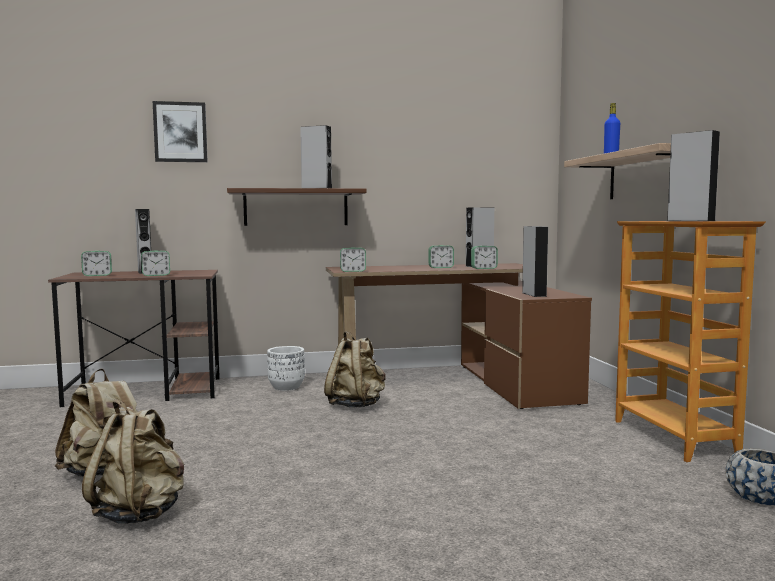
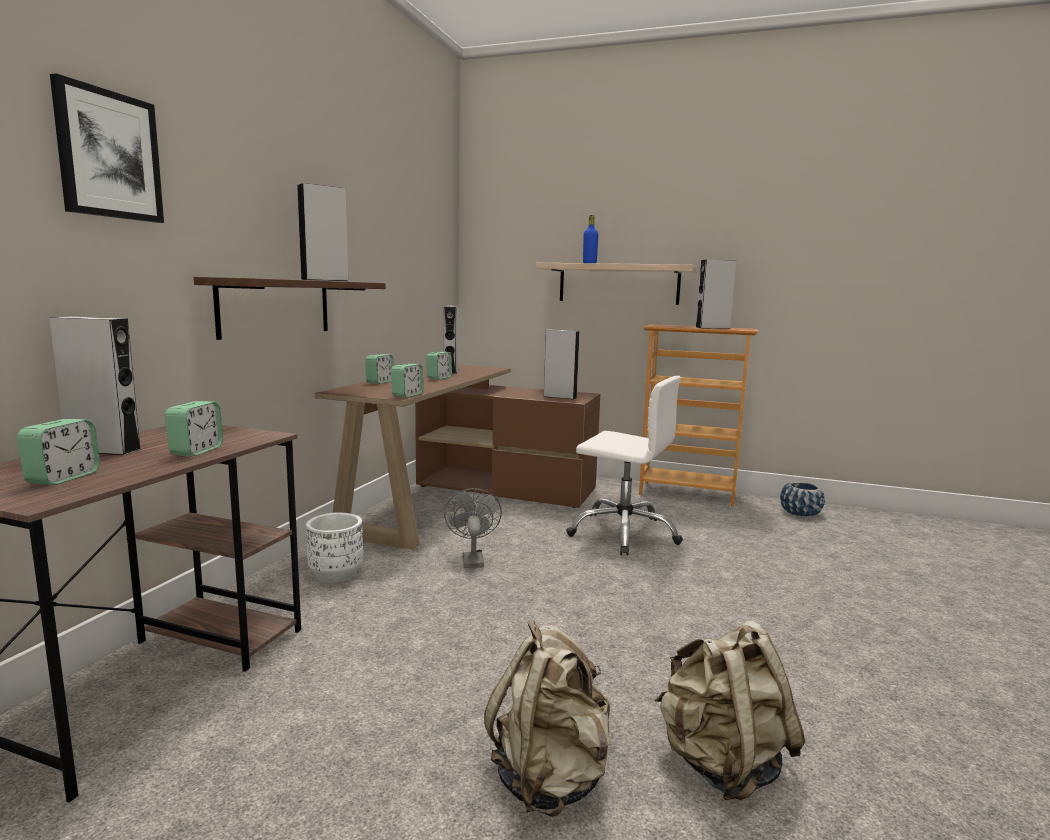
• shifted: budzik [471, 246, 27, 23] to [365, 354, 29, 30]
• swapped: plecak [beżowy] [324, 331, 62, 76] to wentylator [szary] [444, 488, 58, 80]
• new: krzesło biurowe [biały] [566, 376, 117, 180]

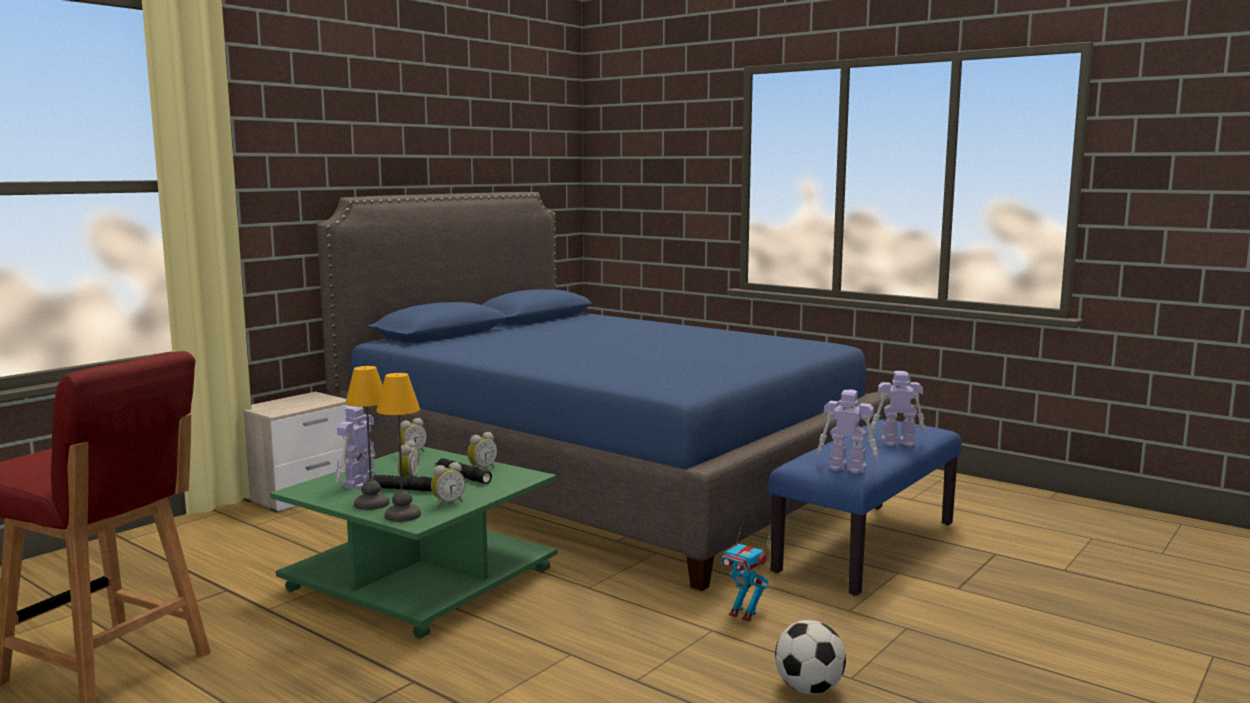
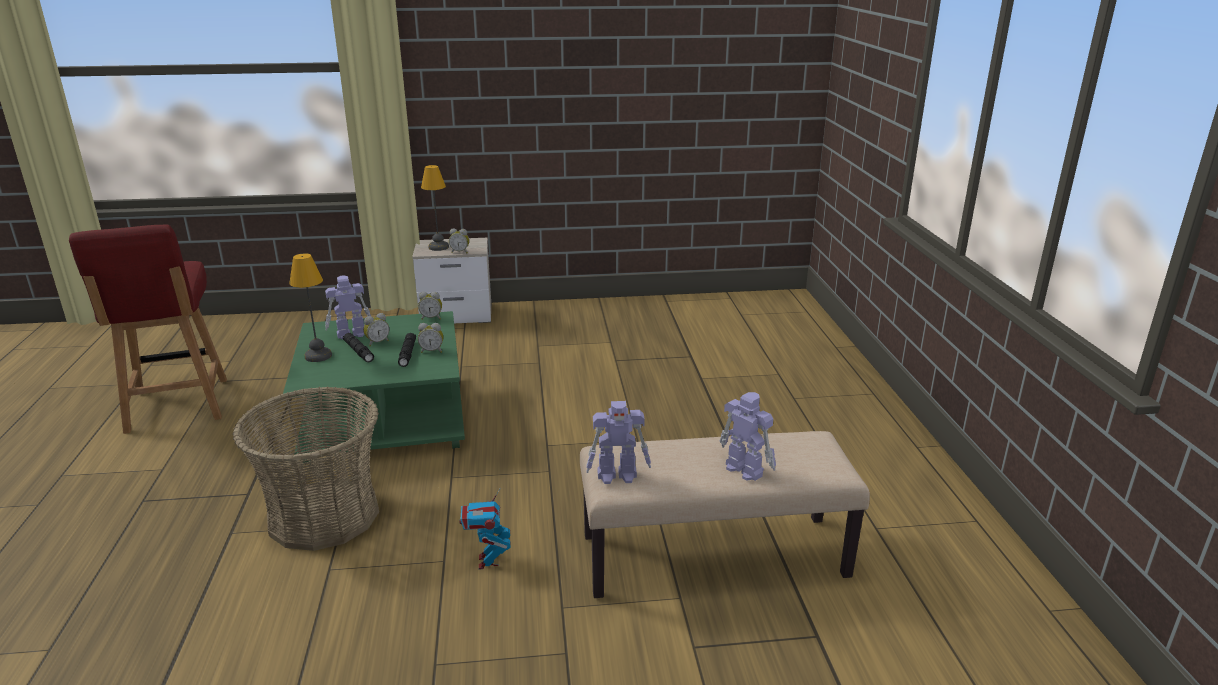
• new: koszyk [232, 386, 147, 165]
• shifted: lampa stołowa [376, 373, 45, 149] to [421, 165, 28, 86]
• shifted: budzik [431, 462, 34, 45] to [449, 228, 20, 25]
• repainted: ławka [niebieski] [768, 420, 194, 176] to ławka [beżowy] [580, 431, 290, 167]
• rotated: robot zabawkowy [817, 390, 62, 83] = [586, 401, 65, 83] 105 degrees clockwise
• gone: łóżko [niebieski] [317, 192, 573, 399]
• gone: piłka futbolowa [775, 620, 71, 74]

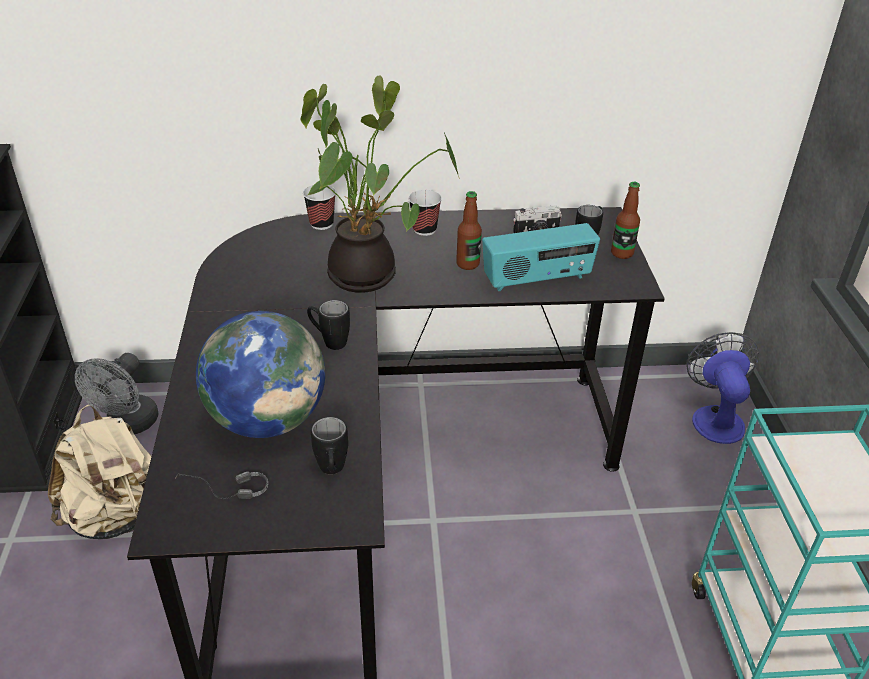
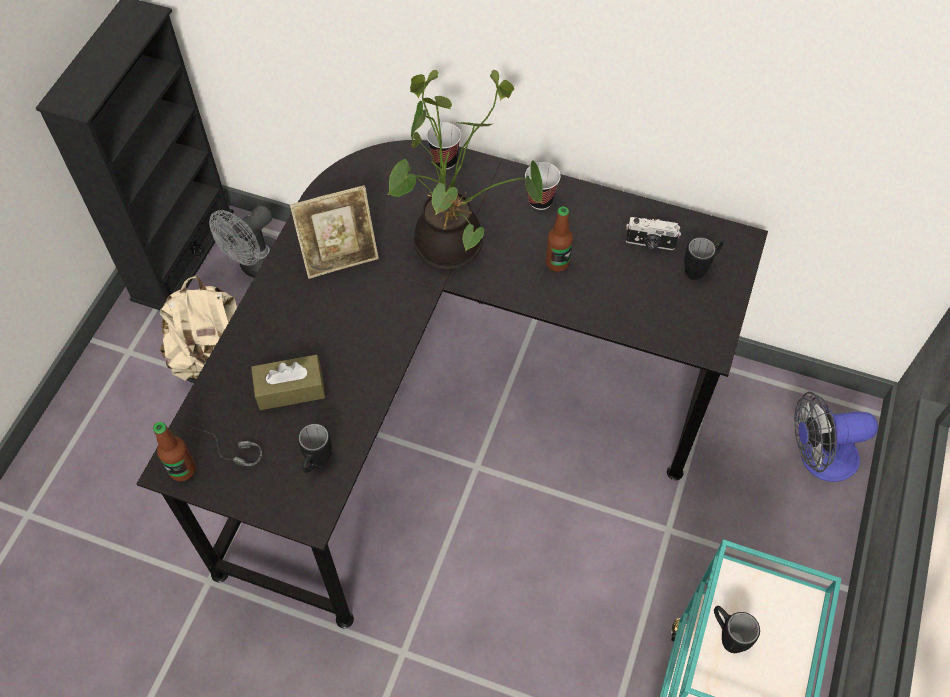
• shifted: butelka [611, 182, 29, 77] to [153, 422, 43, 59]
• swapped: globus [196, 311, 129, 127] to pudełko chusteczek [brązowy] [251, 355, 75, 55]
• new: ramka na zdjęcie [290, 185, 89, 94]
• shifted: kubek [czarny] [307, 300, 43, 50] to [714, 606, 46, 47]
• rotated: wentylator [686, 332, 74, 112] = [794, 392, 84, 90] 120 degrees counterclockwise
• gone: radio [482, 223, 118, 68]

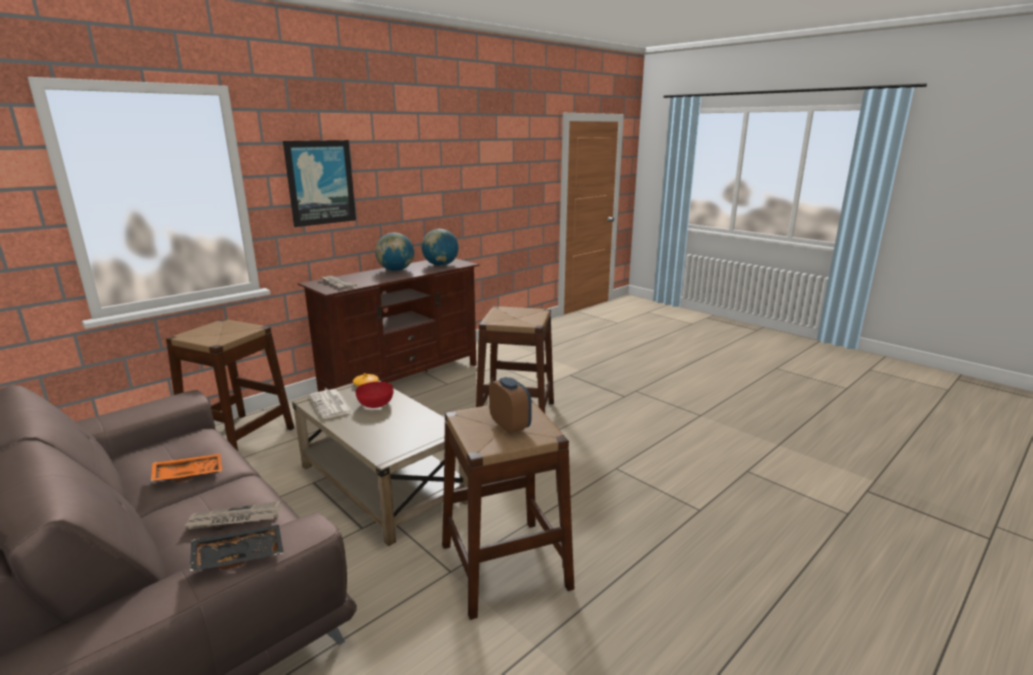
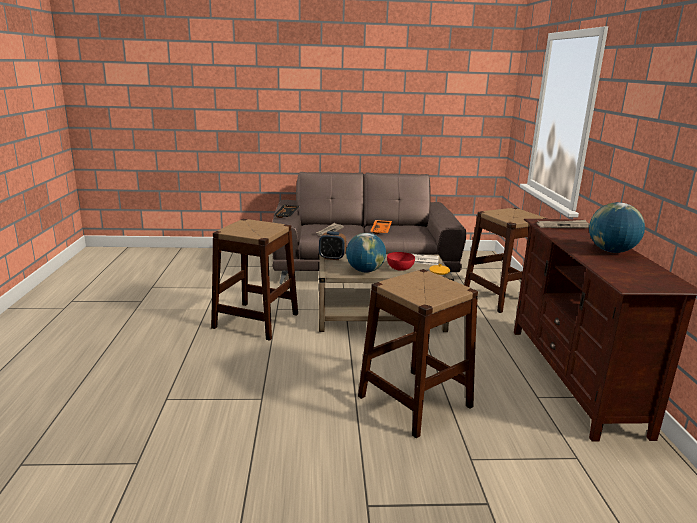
• shifted: budzik [489, 377, 43, 57] to [319, 231, 27, 29]
• shifted: globus [422, 229, 37, 37] to [346, 233, 40, 39]
• gone: obraz [283, 140, 73, 87]

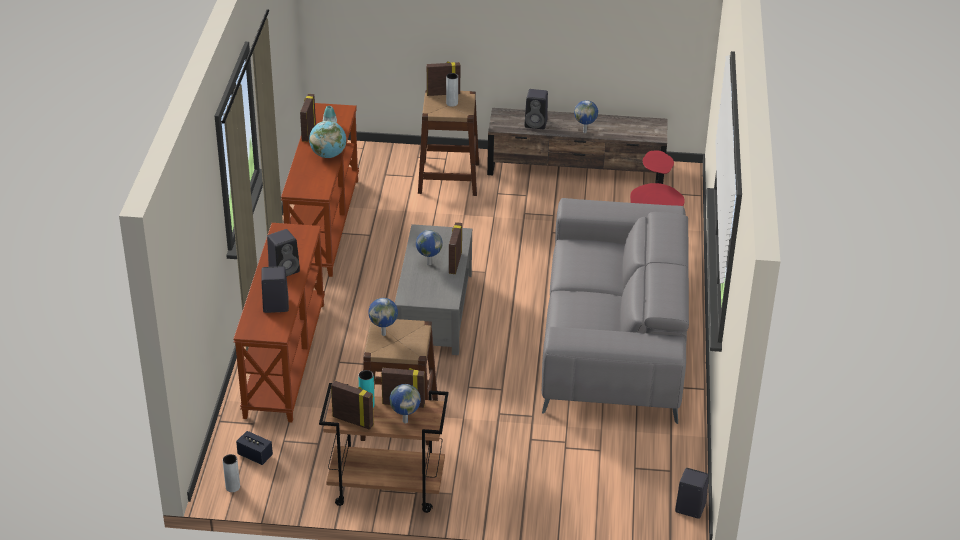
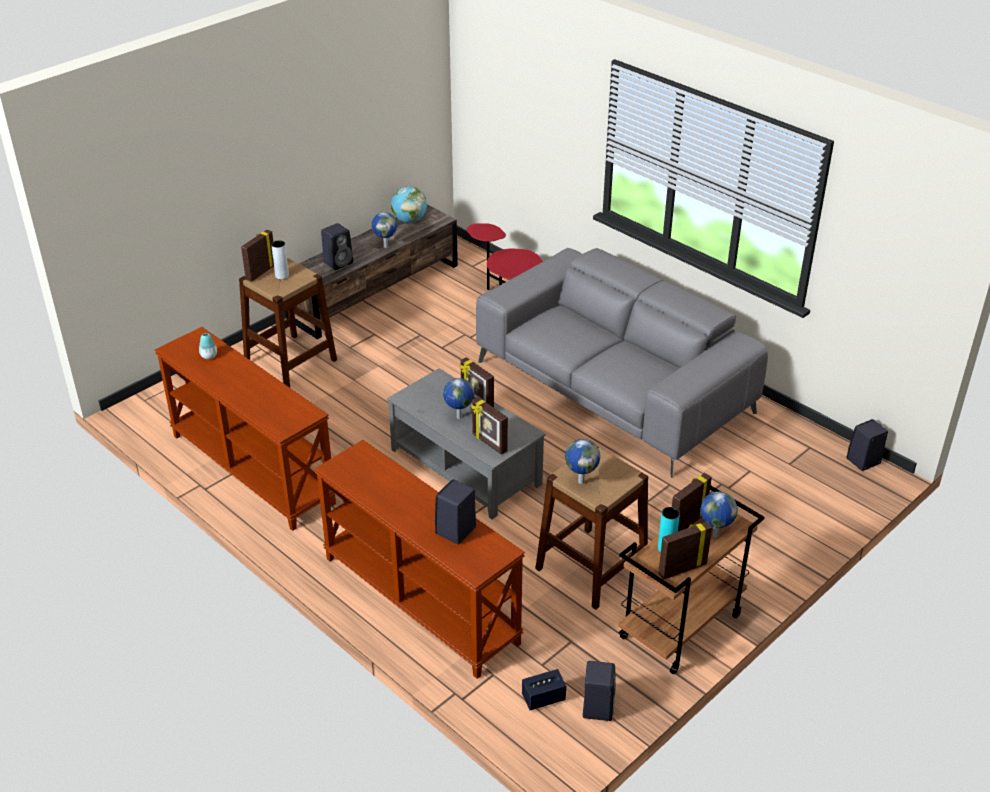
• shifted: globus [309, 121, 37, 37] to [391, 186, 36, 37]
• shifted: ramka na zdjęcie [300, 94, 16, 48] to [471, 397, 37, 58]
• shifted: głośnik [czarny] [267, 229, 33, 48] to [583, 661, 33, 60]
• gone: wazon [szary] [223, 454, 17, 38]

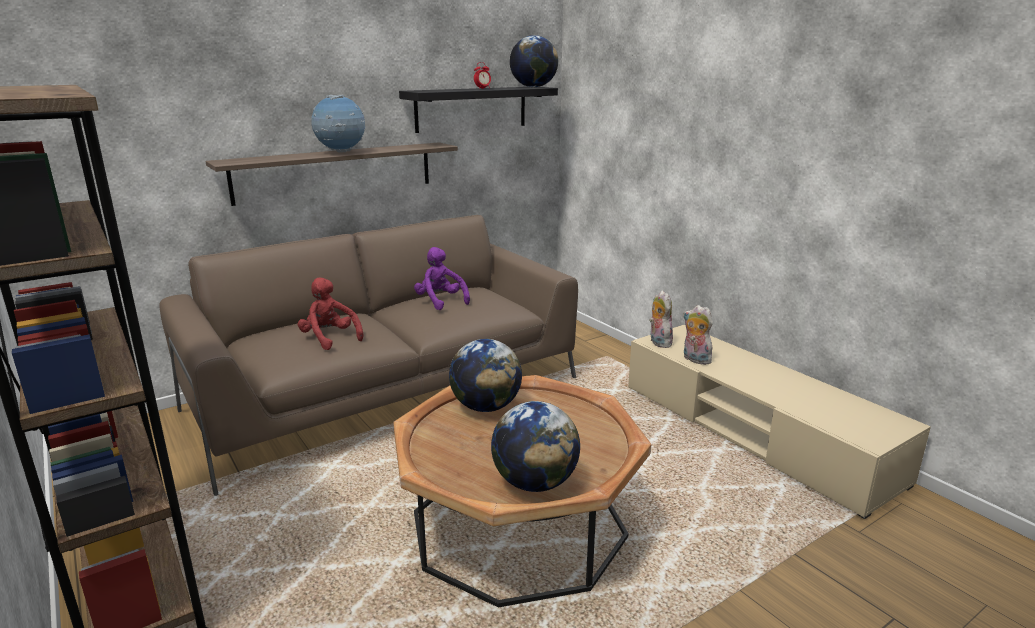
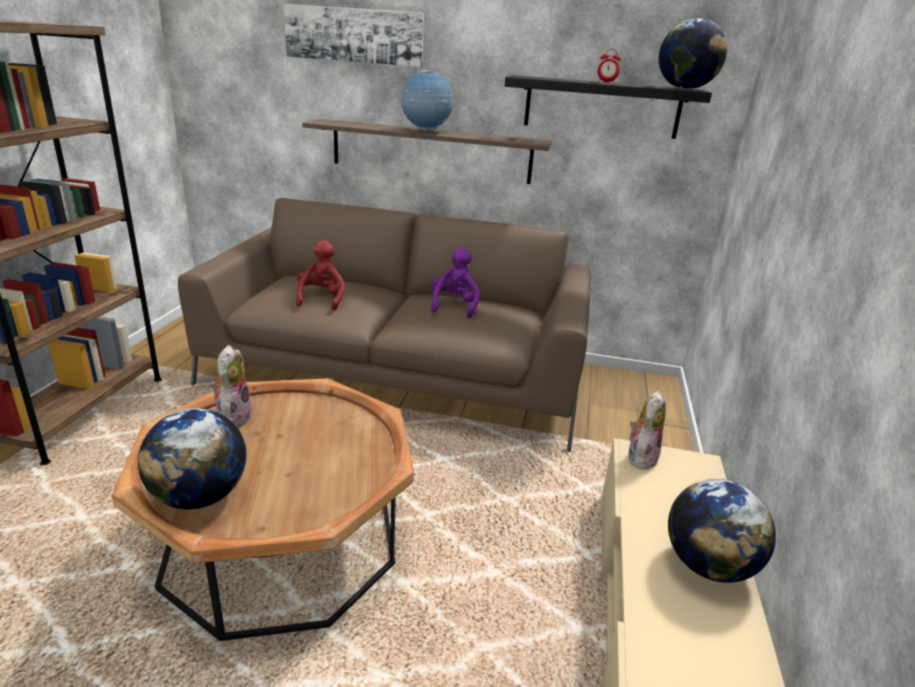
• shifted: pluszak [683, 305, 30, 60] to [211, 345, 42, 83]
• new: obraz [284, 4, 140, 63]
• shifted: globus [449, 339, 73, 73] to [668, 479, 108, 104]

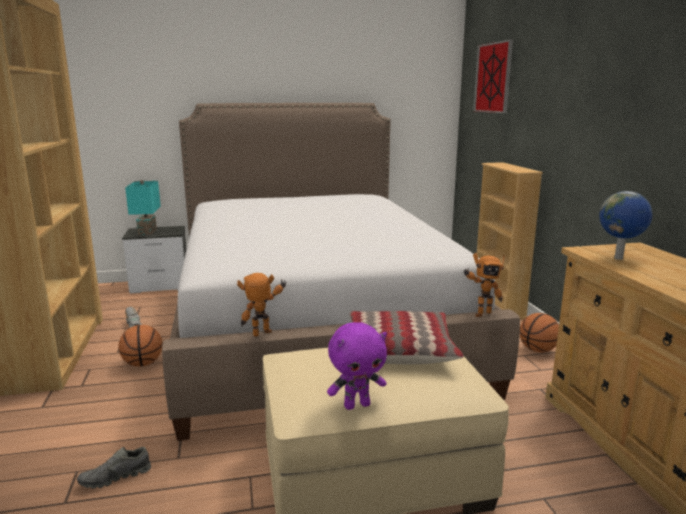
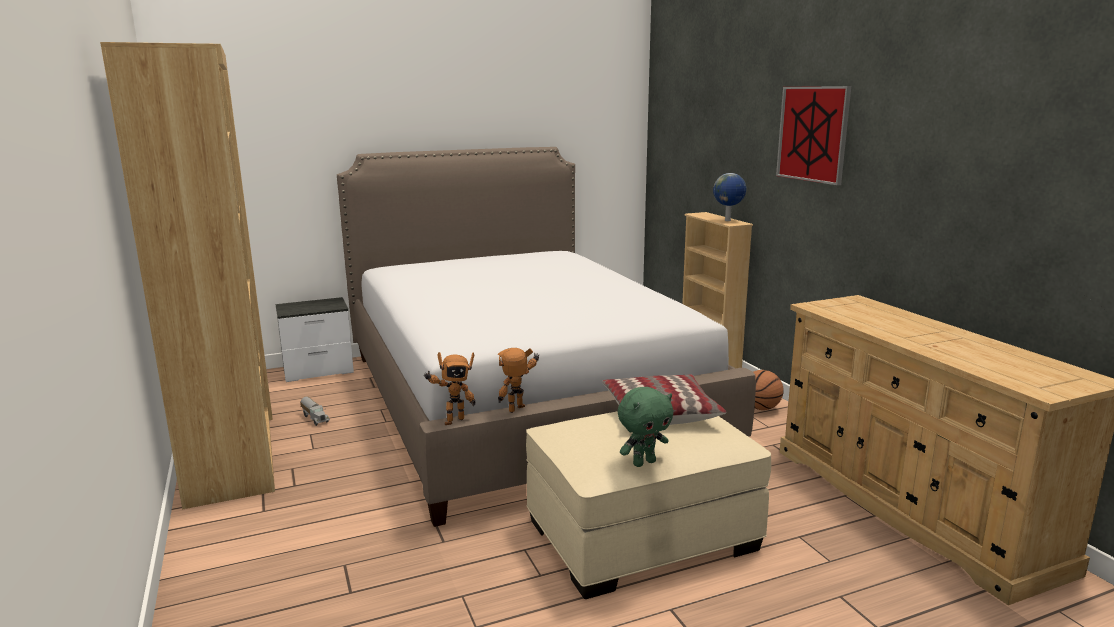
• shifted: robot zabawkowy [463, 253, 42, 64] to [423, 352, 52, 73]
• repainted: pluszak [fioletowy] [327, 322, 60, 88] to pluszak [zielony] [618, 387, 55, 80]
• shifted: globus [599, 191, 53, 69] to [713, 173, 33, 48]
• shifted: obraz [473, 39, 40, 74] to [776, 86, 75, 99]
• gone: but [szary] [77, 447, 74, 42]
• gone: piłka do koszykówki [118, 325, 45, 42]
• gone: lampa stołowa [turkusowy] [125, 180, 36, 55]

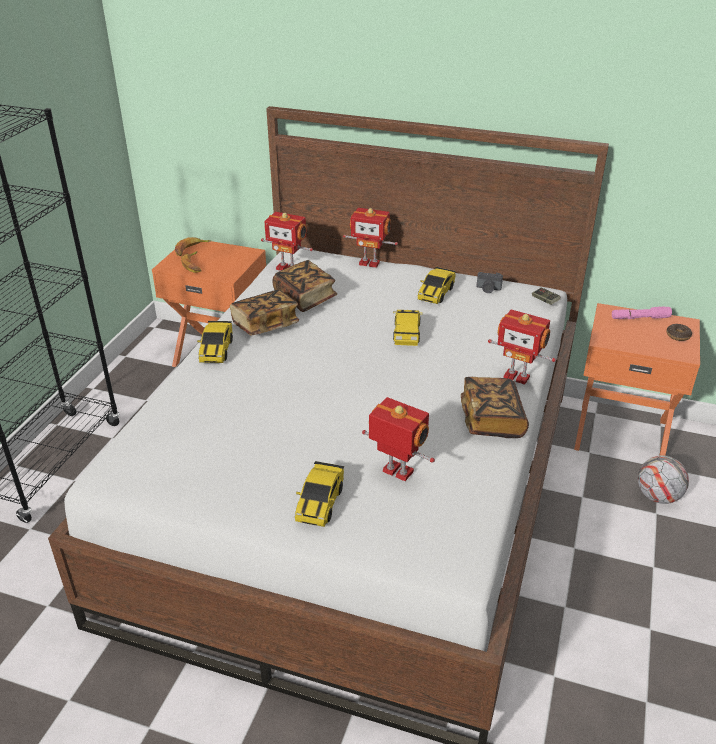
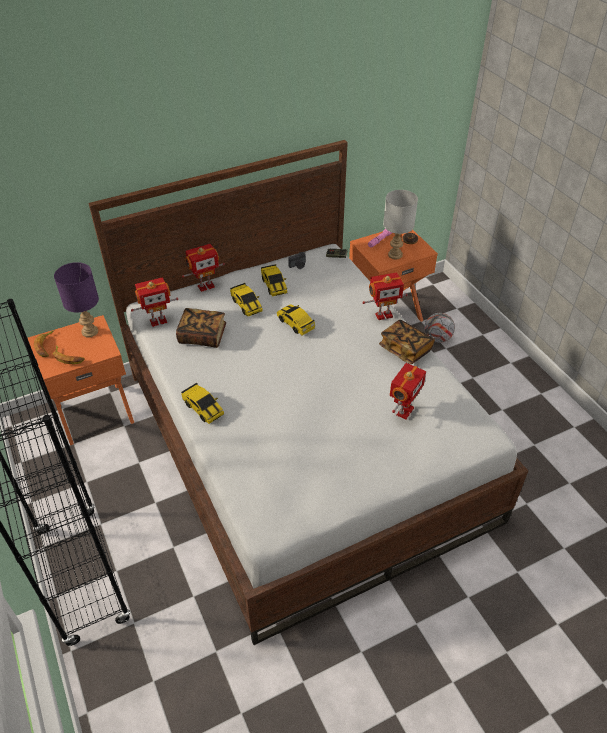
• new: lampa stołowa [fioletowy] [54, 262, 45, 75]
• shifted: samochodzik [295, 461, 49, 66] to [230, 283, 33, 33]
• new: lampa stołowa [szary] [383, 190, 35, 69]
• rotated: robot zabawkowy [362, 397, 73, 84] = [390, 363, 36, 56] 135 degrees clockwise
• gone: książka [230, 290, 69, 45]

